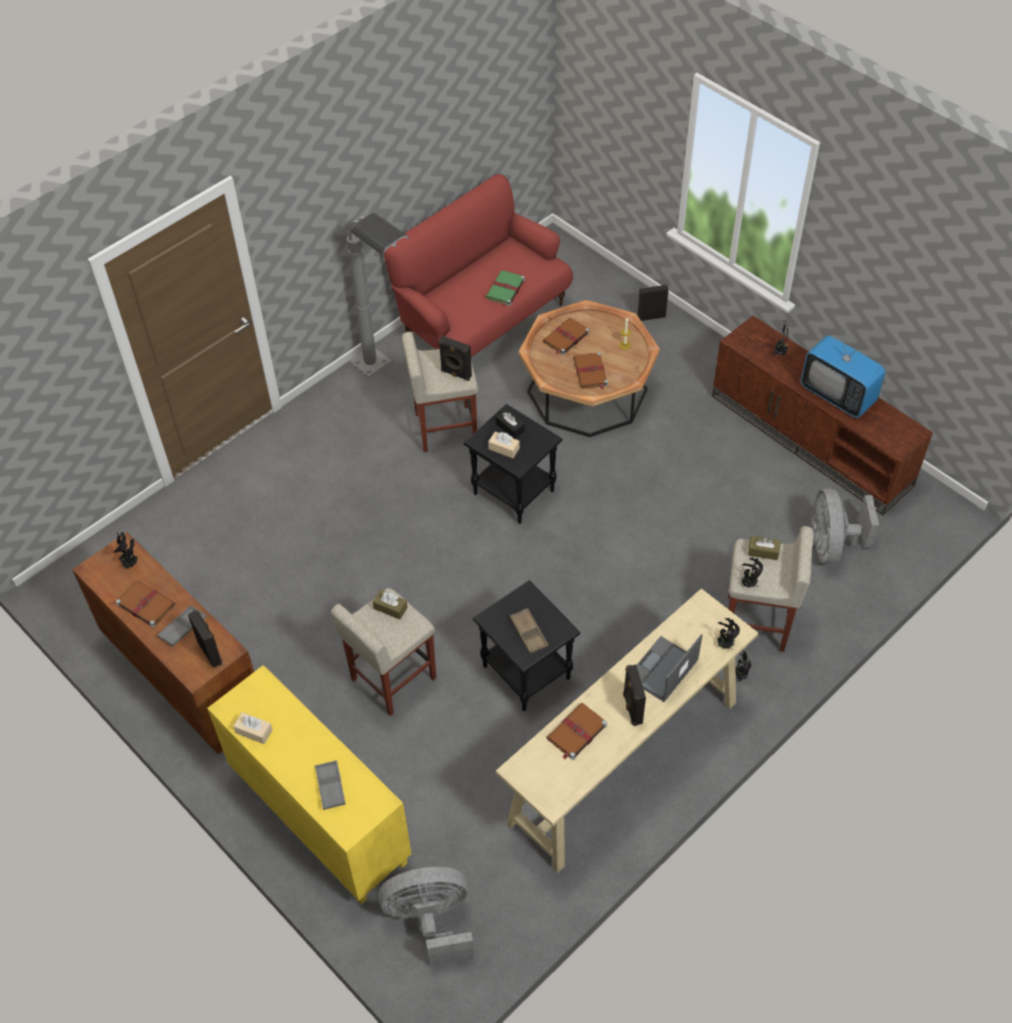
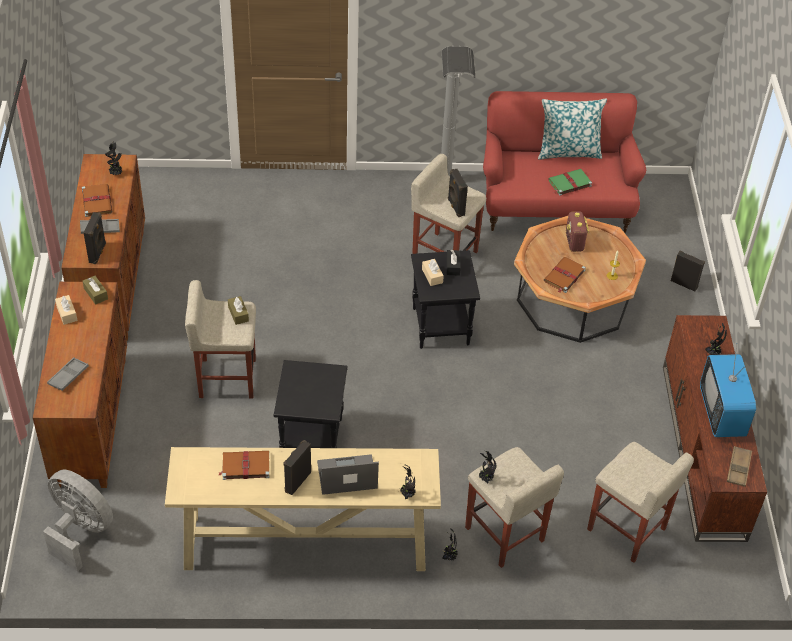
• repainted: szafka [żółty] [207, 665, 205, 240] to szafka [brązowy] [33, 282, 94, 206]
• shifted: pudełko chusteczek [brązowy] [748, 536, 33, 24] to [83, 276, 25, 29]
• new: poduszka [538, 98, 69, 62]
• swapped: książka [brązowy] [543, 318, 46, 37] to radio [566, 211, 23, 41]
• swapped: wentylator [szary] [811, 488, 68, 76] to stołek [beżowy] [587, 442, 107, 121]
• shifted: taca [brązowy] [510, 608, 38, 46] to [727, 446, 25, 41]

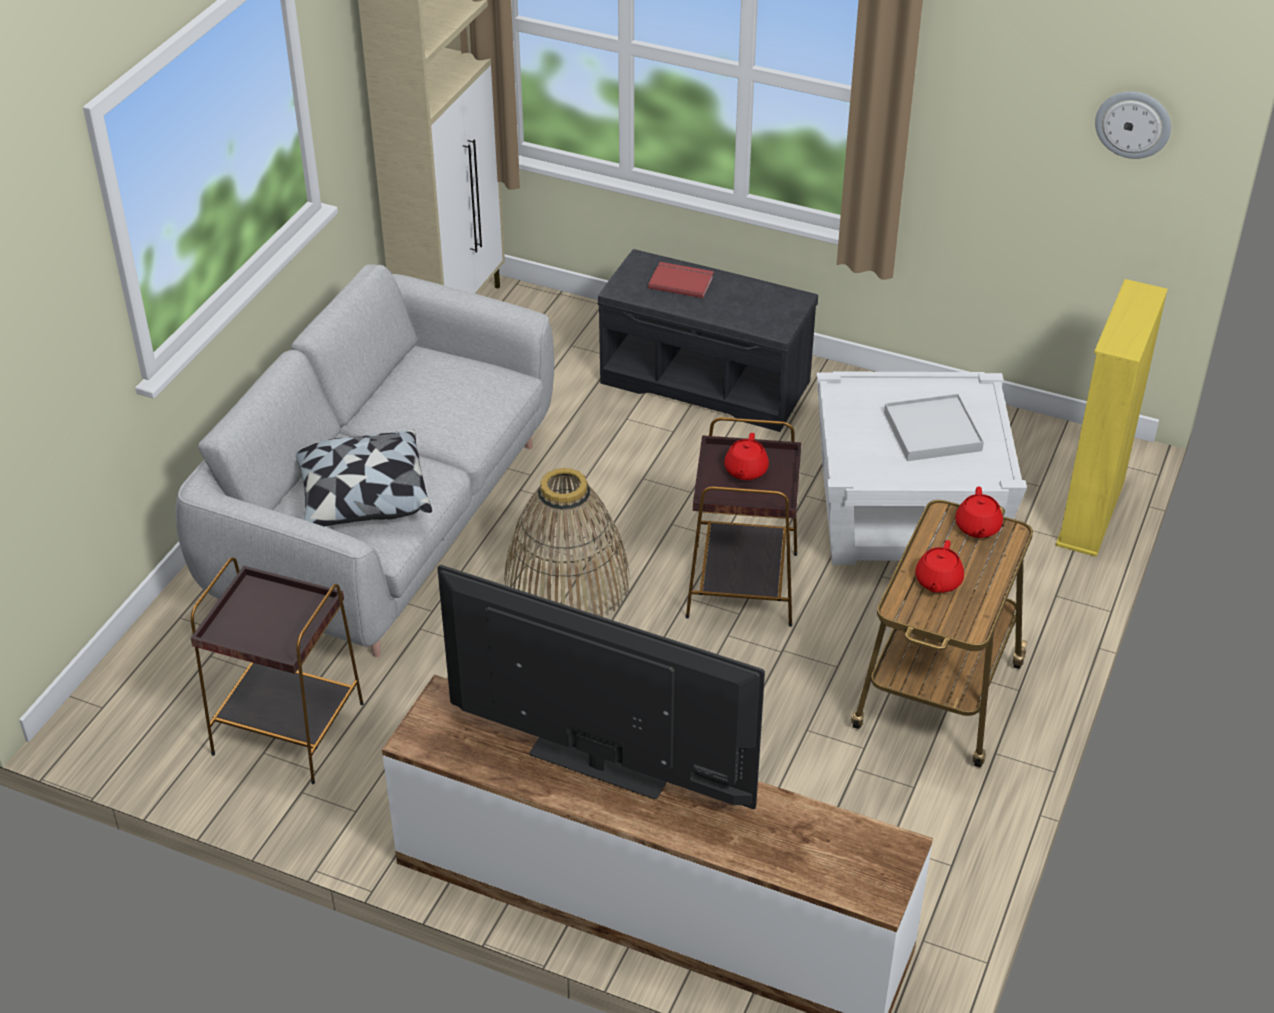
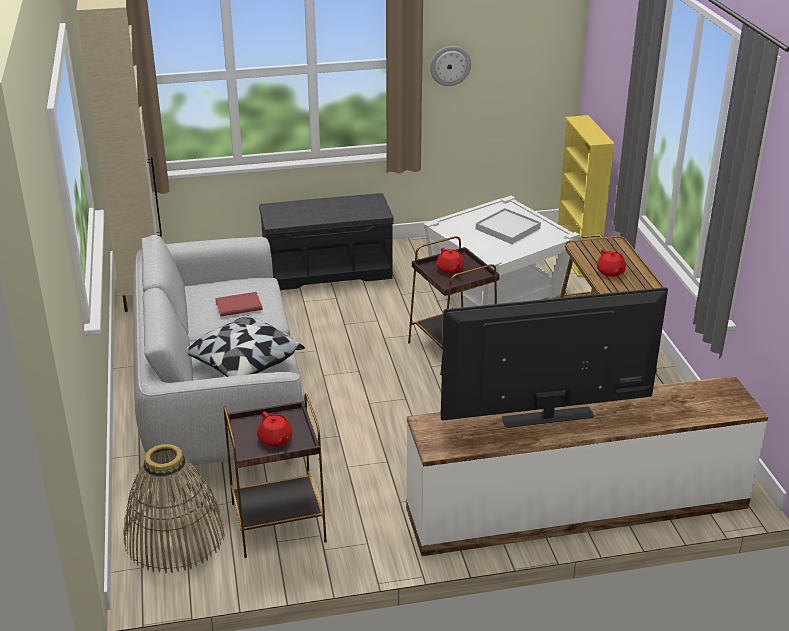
• shifted: koszyk [504, 468, 126, 149] to [124, 444, 101, 129]
• shifted: książka [czerwony] [648, 262, 66, 36] to [215, 292, 47, 24]
• shifted: imbryk [czerwony] [955, 486, 48, 52] to [257, 411, 35, 36]
• shifted: zegar ścienny [1095, 91, 76, 68] to [430, 46, 41, 40]

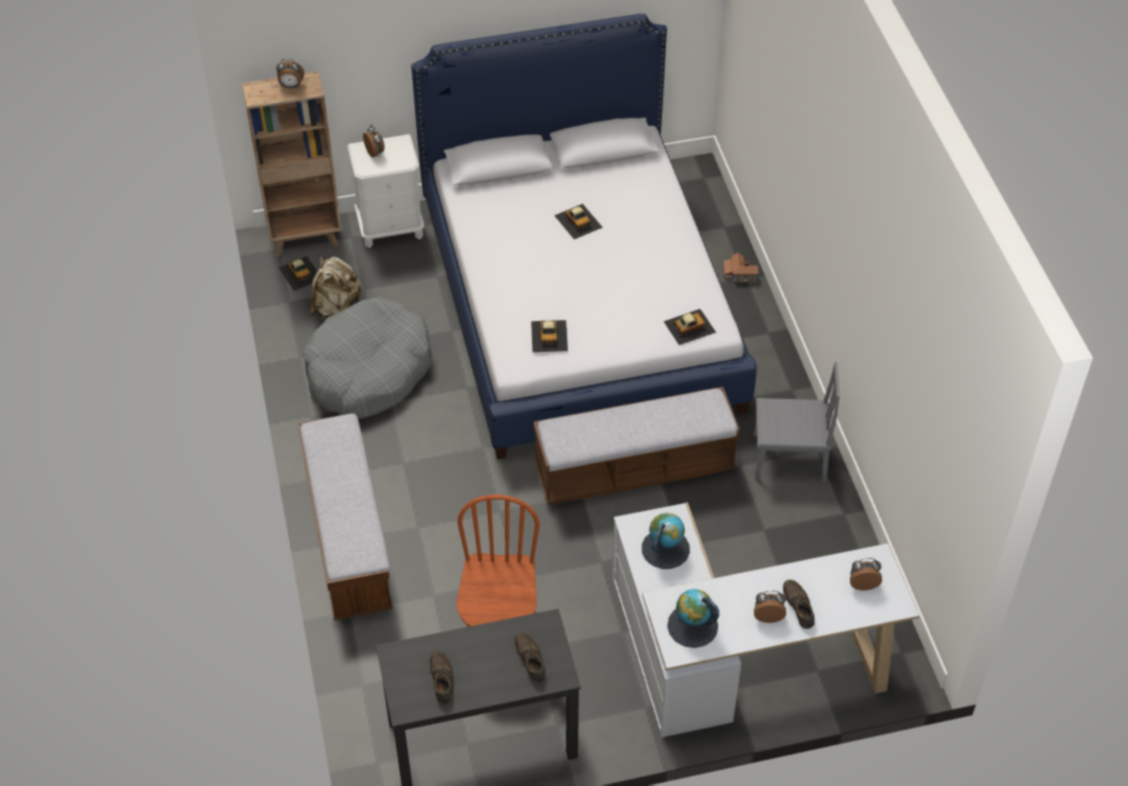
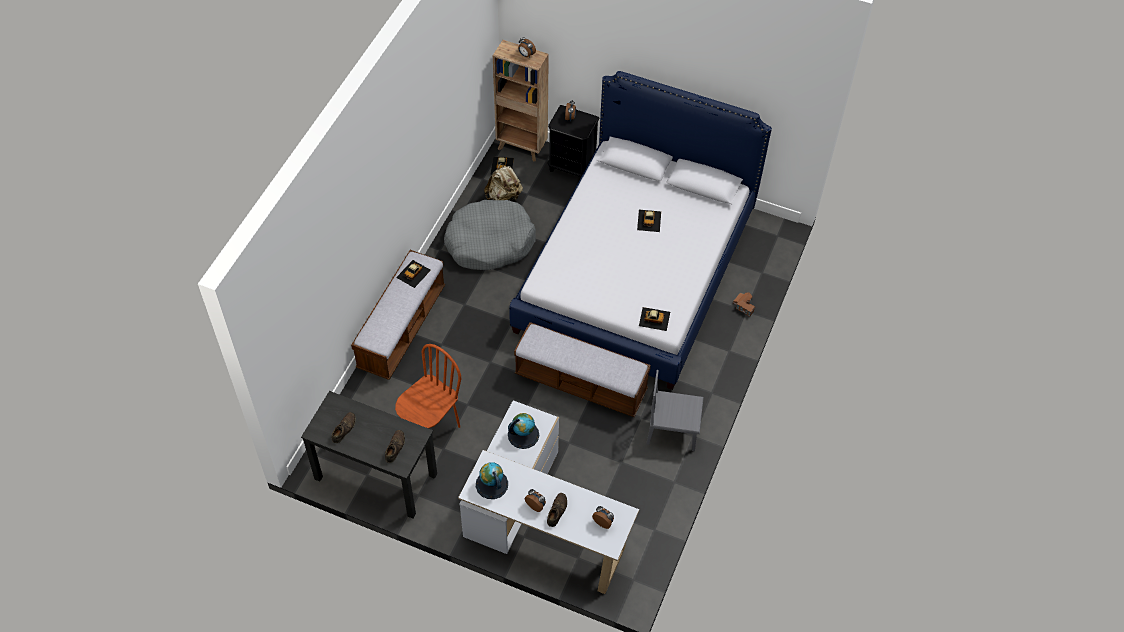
• shifted: samochodzik [531, 320, 37, 32] to [396, 260, 35, 28]
• repainted: szafka nocna [biały] [347, 134, 77, 114] to szafka nocna [czarny] [547, 105, 52, 73]
• rotated: krzesło [szary] [753, 362, 87, 120] = [646, 370, 58, 81] 150 degrees clockwise

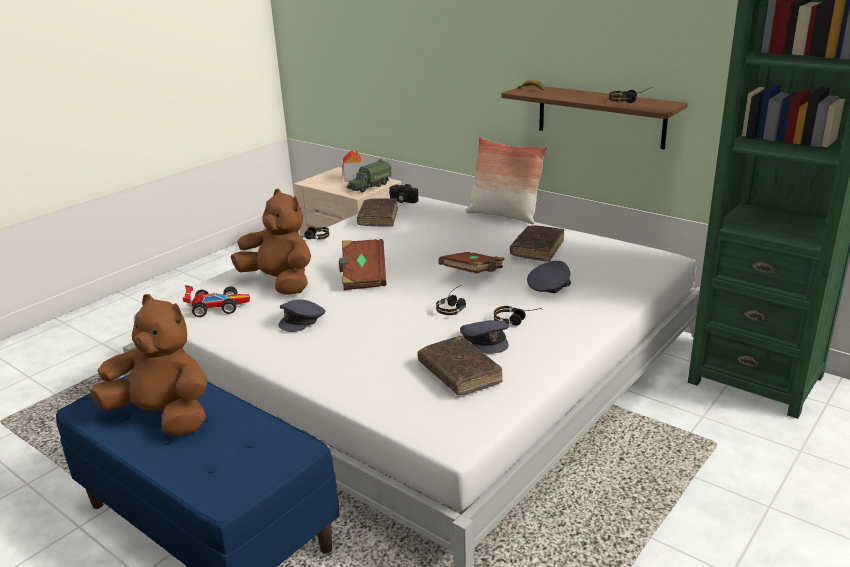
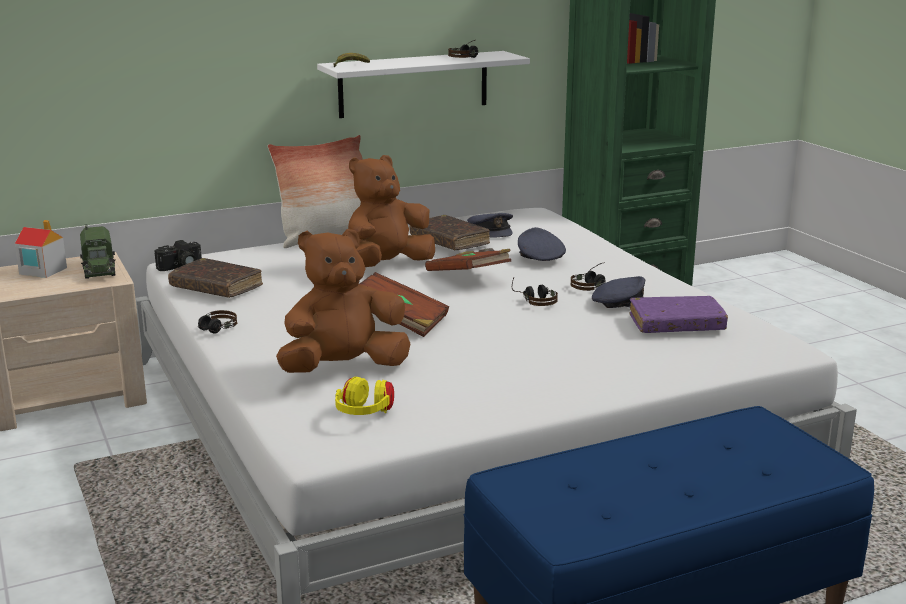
• repainted: półka [brązowy] [501, 85, 187, 64] to półka [biały] [317, 51, 213, 67]
• swapped: samochodzik [183, 285, 67, 32] to słuchawki [żółty] [335, 376, 59, 39]
• shifted: pluszak [brązowy] [90, 294, 117, 142] to [348, 155, 87, 112]
• shifted: czapka z daszkiem [szary] [278, 299, 47, 33] to [467, 213, 46, 25]
• repainted: książka [brązowy] [418, 336, 85, 59] to książka [fioletowy] [629, 296, 99, 37]

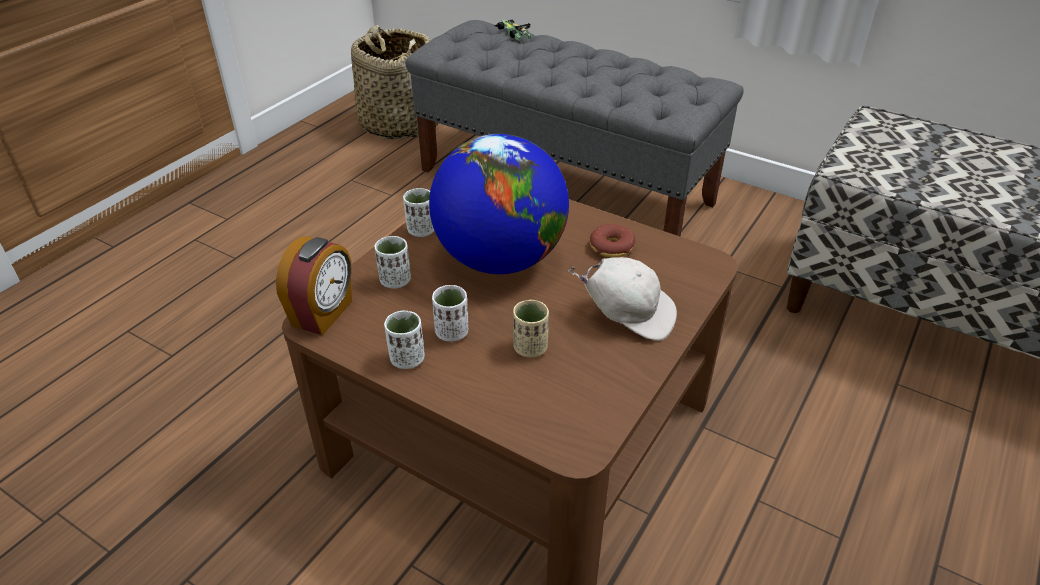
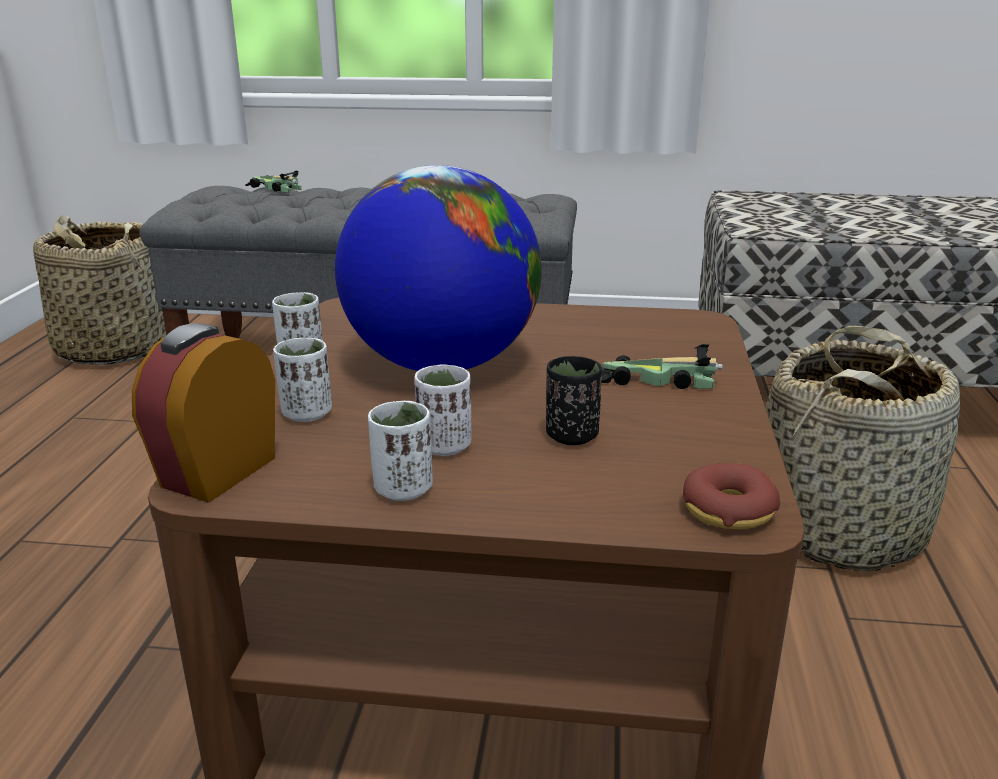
• rotated: budzik [276, 237, 76, 98] = [132, 323, 143, 180] 150 degrees counterclockwise
• repainted: filiżanka [beżowy] [513, 300, 36, 58] to filiżanka [czarny] [546, 356, 56, 89]
• swapped: czapka z daszkiem [biały] [568, 257, 109, 84] to samochodzik [601, 344, 122, 45]
• shifted: donut [590, 224, 45, 34] to [683, 463, 97, 66]
• new: koszyk [766, 326, 194, 245]

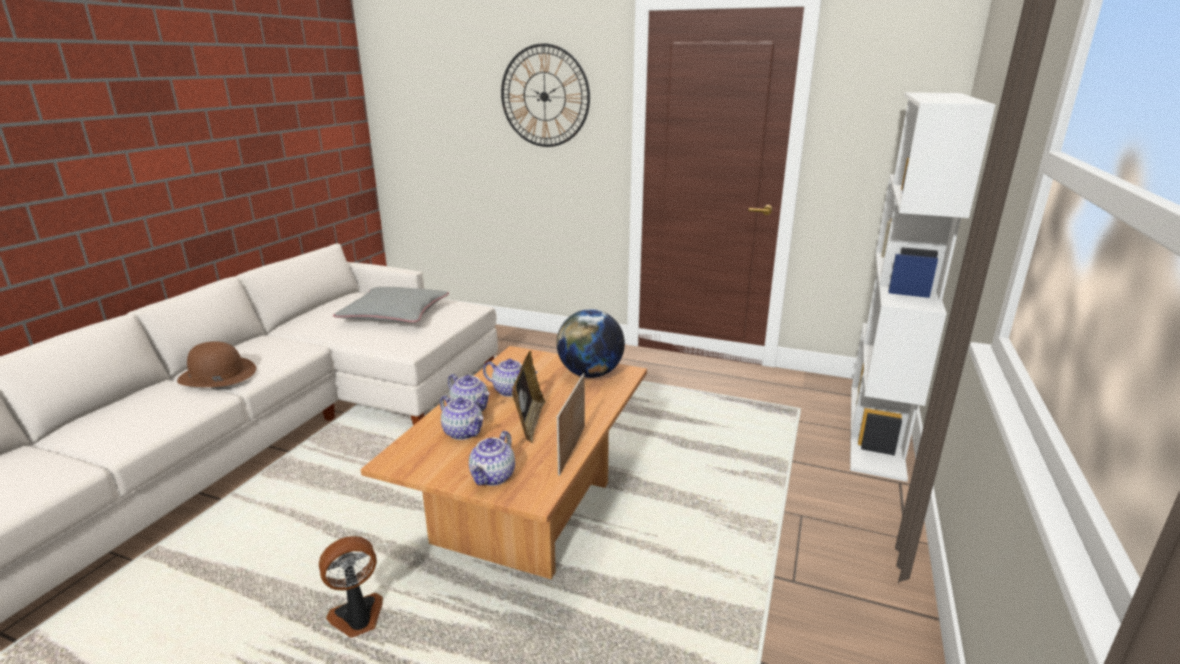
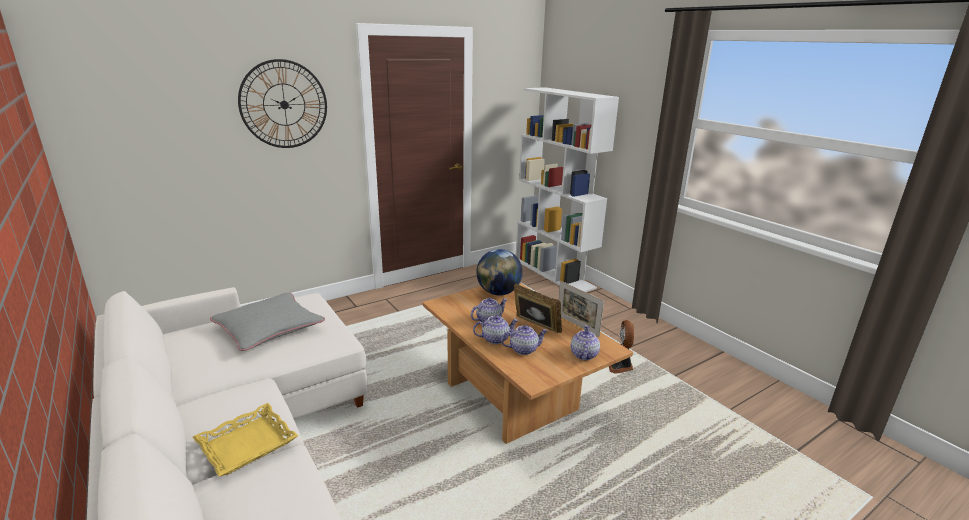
• swapped: kapelusz [brązowy] [177, 341, 79, 46] to taca [żółty] [193, 403, 105, 74]
• rotated: imbryk [469, 431, 46, 55] = [571, 325, 29, 36] 135 degrees counterclockwise
• shifted: wentylator [319, 536, 64, 102] to [609, 320, 25, 53]

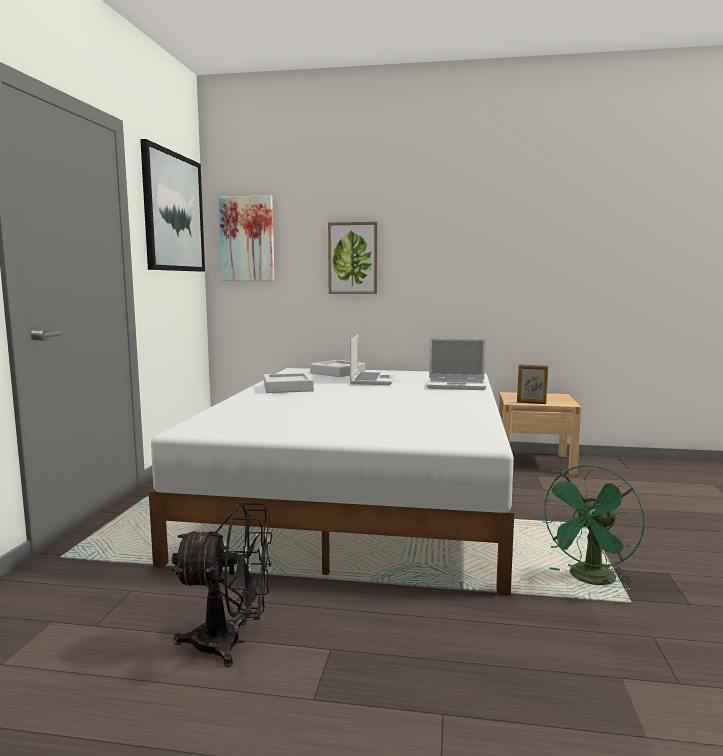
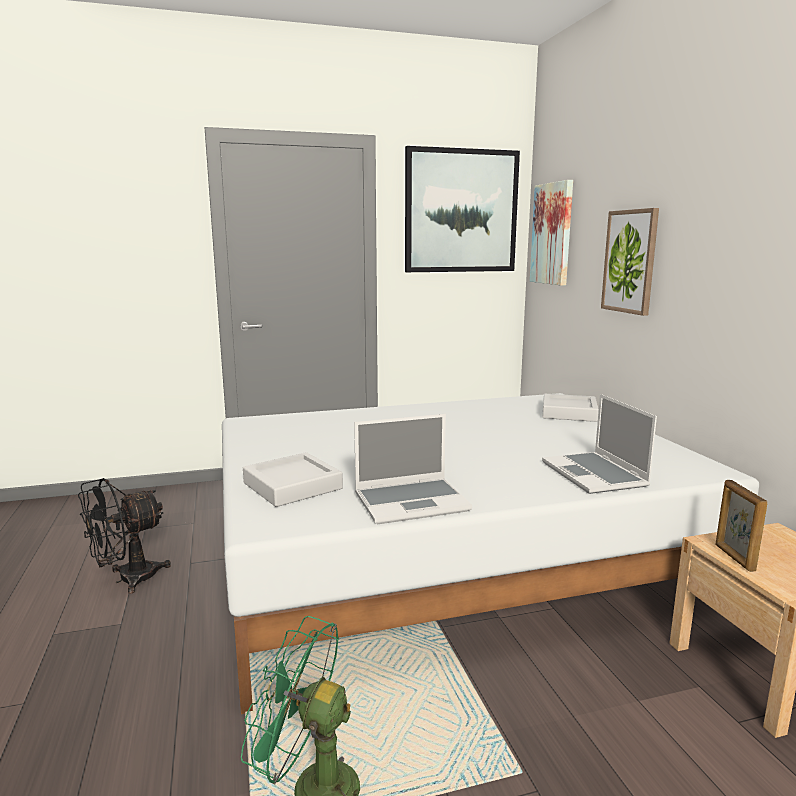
• rotated: wentylator [czarny] [171, 503, 101, 164] = [78, 478, 93, 116] 75 degrees clockwise
• shifted: taca [szary] [264, 373, 50, 20] to [243, 452, 100, 55]
• shifted: laptop [350, 335, 45, 50] to [354, 414, 118, 110]

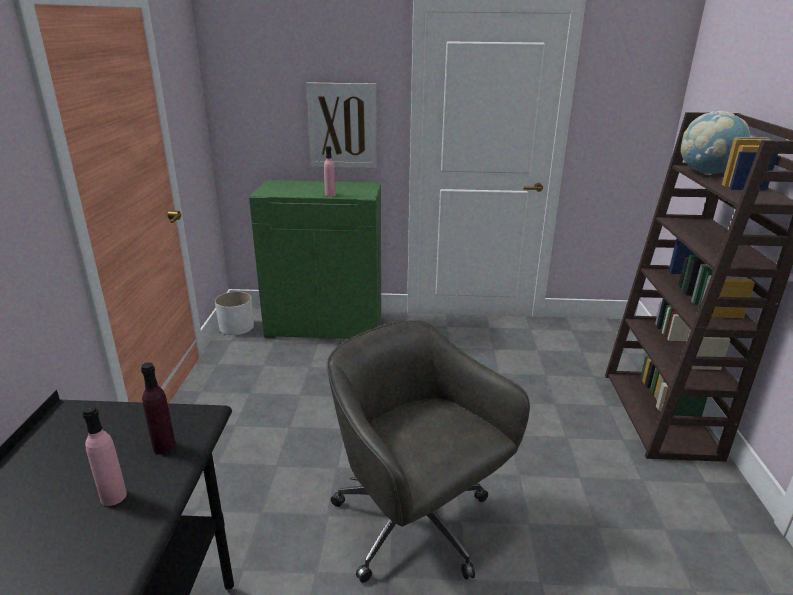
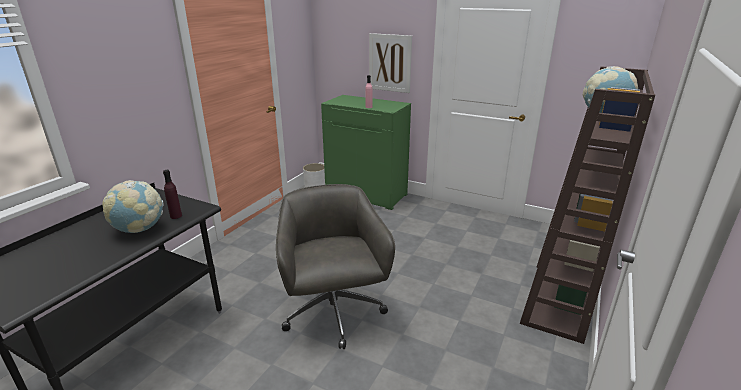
• swapped: butelka [różowy] [82, 405, 45, 101] to globus [102, 180, 62, 53]

